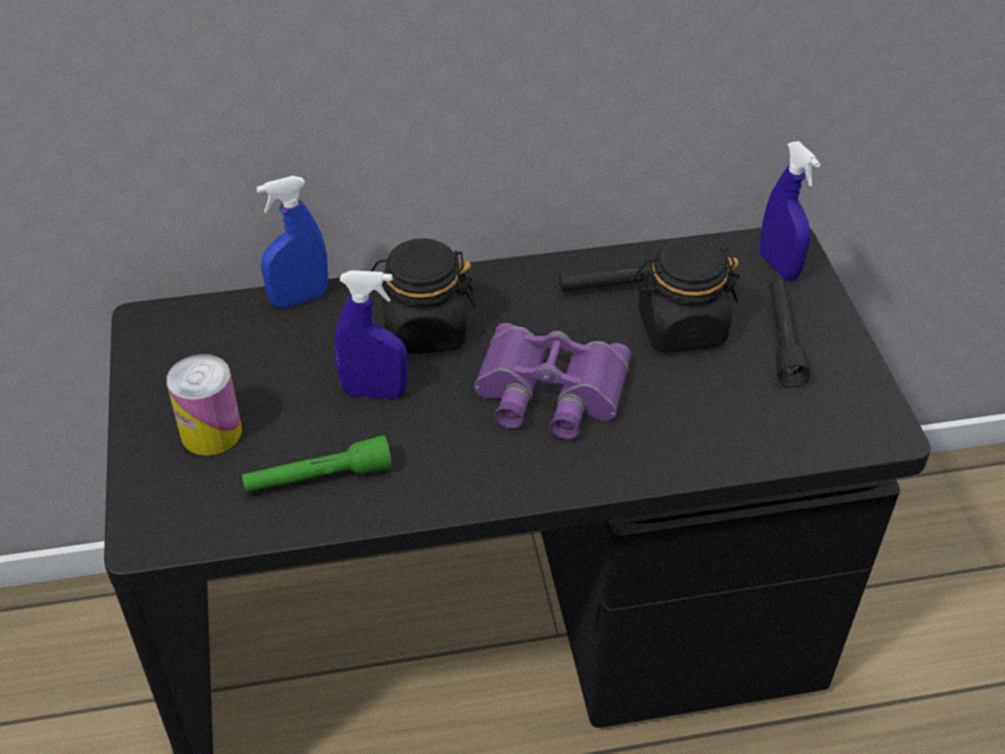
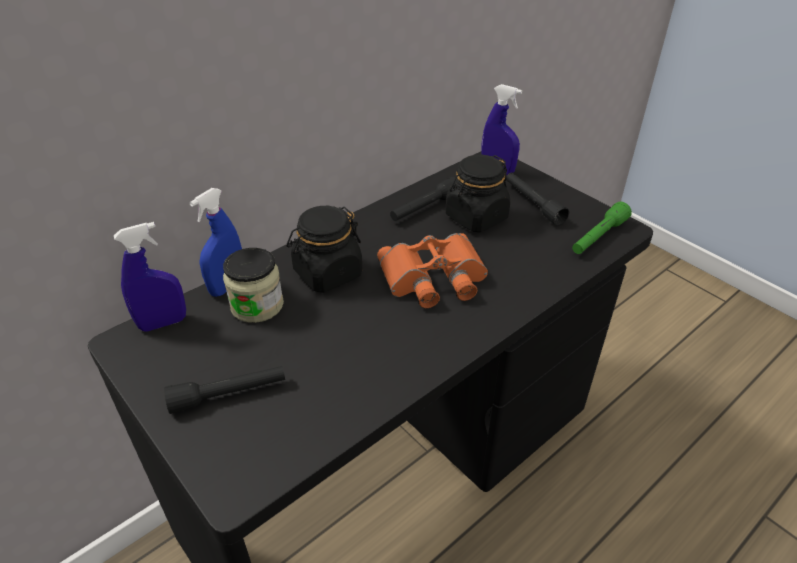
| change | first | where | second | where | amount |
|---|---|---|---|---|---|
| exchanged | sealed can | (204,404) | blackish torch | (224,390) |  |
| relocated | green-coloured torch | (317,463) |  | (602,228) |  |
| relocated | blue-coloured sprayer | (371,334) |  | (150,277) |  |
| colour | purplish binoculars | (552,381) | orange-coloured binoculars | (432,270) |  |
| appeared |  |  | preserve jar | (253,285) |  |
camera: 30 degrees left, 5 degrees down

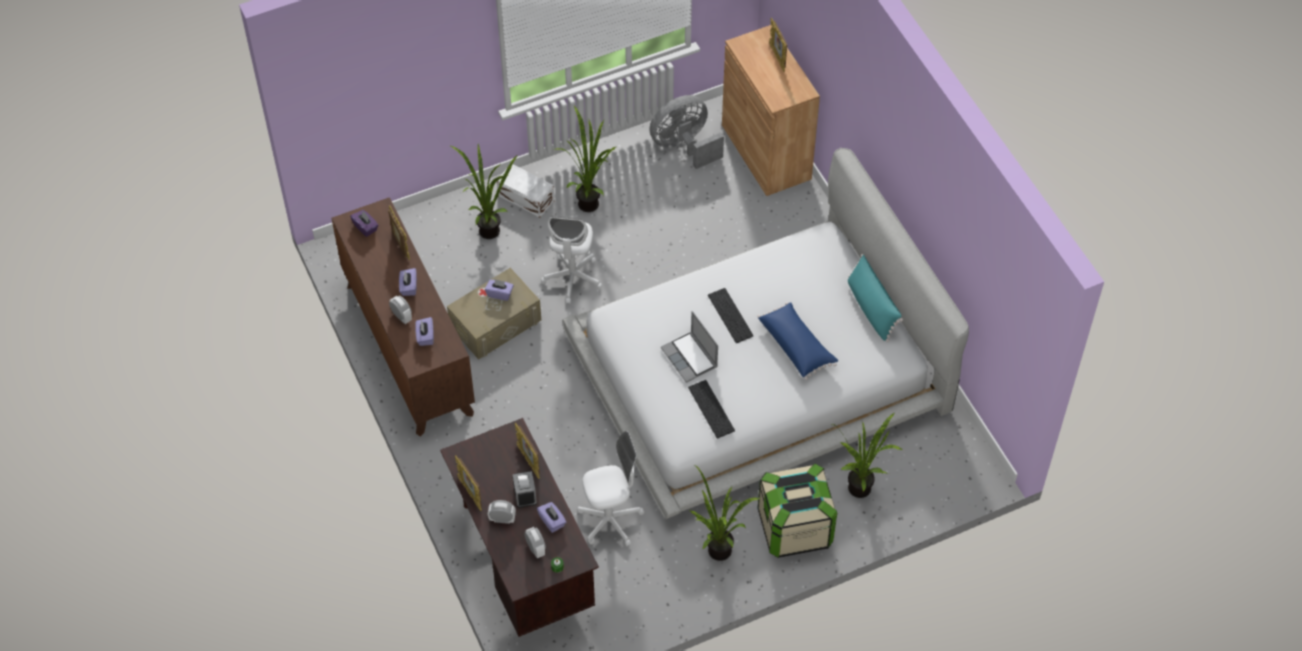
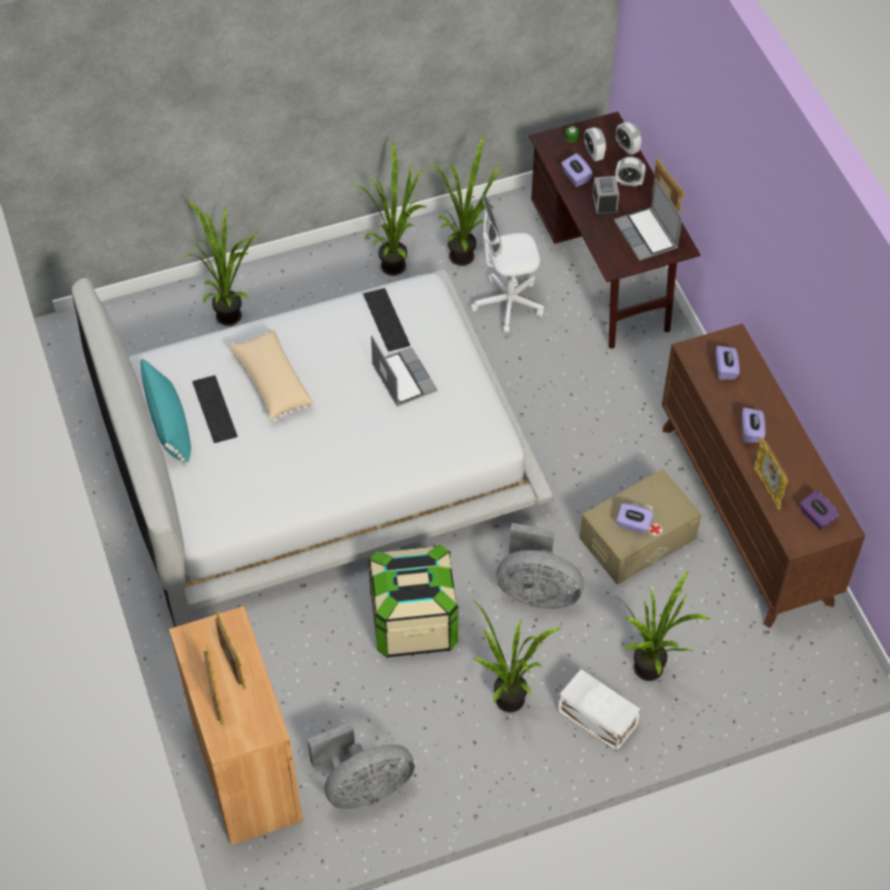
| change | first | where | second | where | amount |
|---|---|---|---|---|---|
| relocated | bedside clock | (400,310) |  | (629,138) |  |
| relocated | picture frame | (527,451) |  | (230,650) |  |
| exchanged | whitish computer chair | (572,260) | grey electric fan | (540,566) |  |
| relocated | PC keyboard | (730,315) |  | (214,409) |  |
| colour | blue-coloured cushion | (797,341) | sand-coloured cushion | (271,375) |  |
| relocated | storage container | (797,510) |  | (413,601) |  |
| appeared |  |  | plant in a pot | (466,201) |  |
| appeared |  |  | laptop | (648,219) |  |
camera: 175 degrees left, 0 degrees up

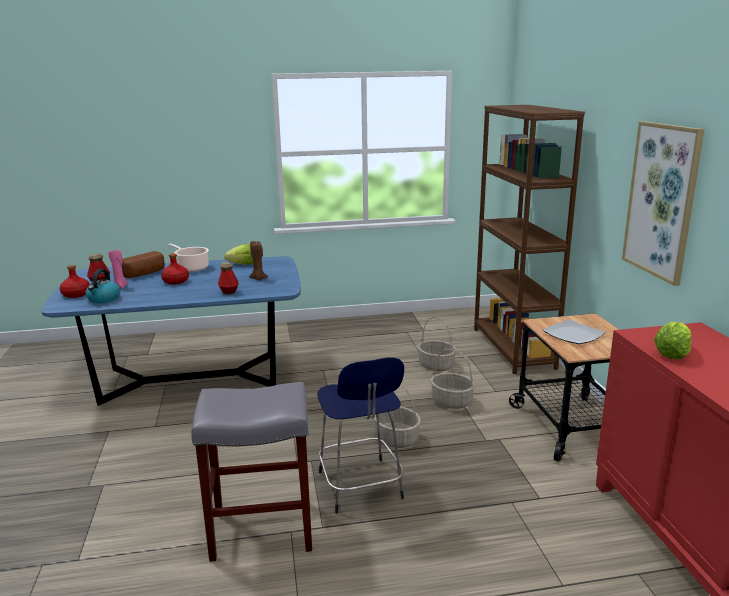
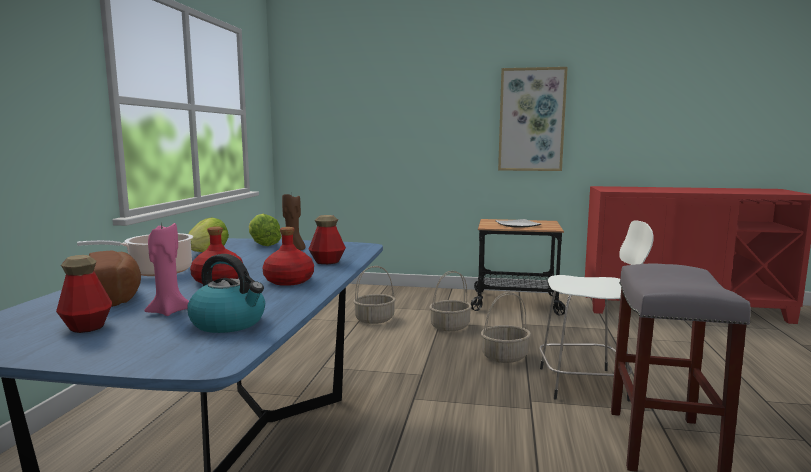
| change | first | where | second | where | amount |
|---|---|---|---|---|---|
| relocated | reddish drink bottle | (75,281) |  | (288,256) |  |
| colour | blue-coloured sitting stool | (360,435) | whitish sitting stool | (596,310) |  |
| missing | brown-coloured bookcase | (529,239) |  |  |  |
| relocated | lettuce head | (672,340) |  | (265,230) |  |
camera: 70 degrees left, 10 degrees down

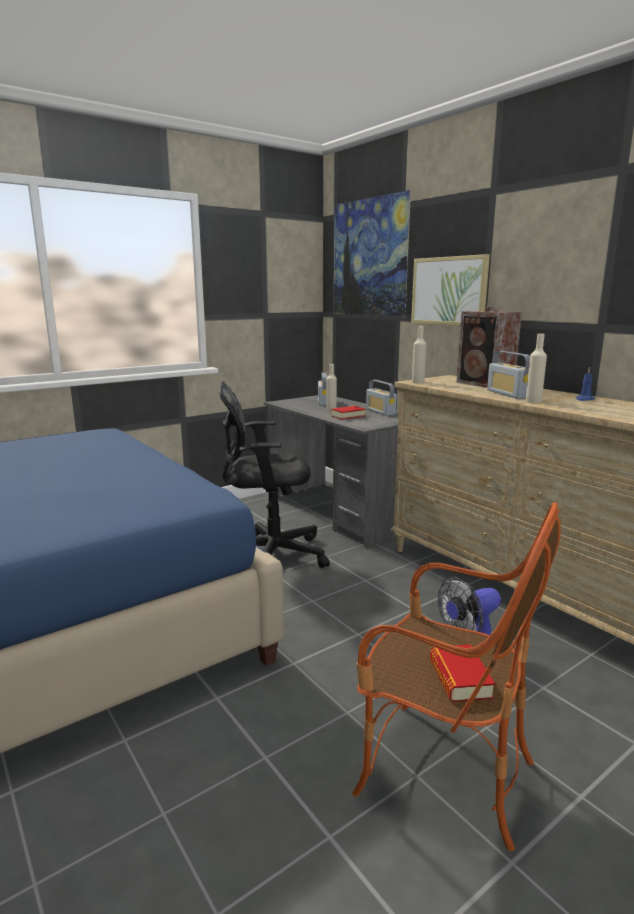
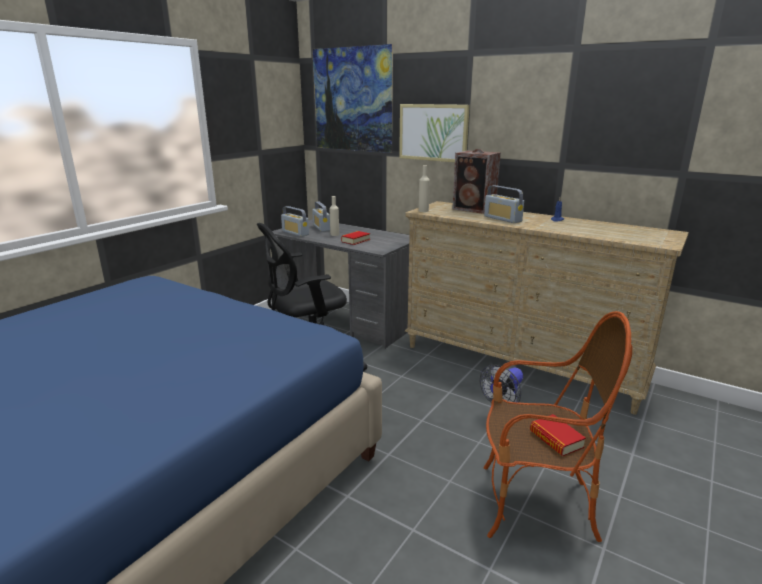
| change | first | where | second | where | amount |
|---|---|---|---|---|---|
| relocated | radio set | (381,398) |  | (295,221) |  |
| missing | sand-coloured drink bottle | (536,368) |  |  |  |
camera: 20 degrees left, 5 degrees up

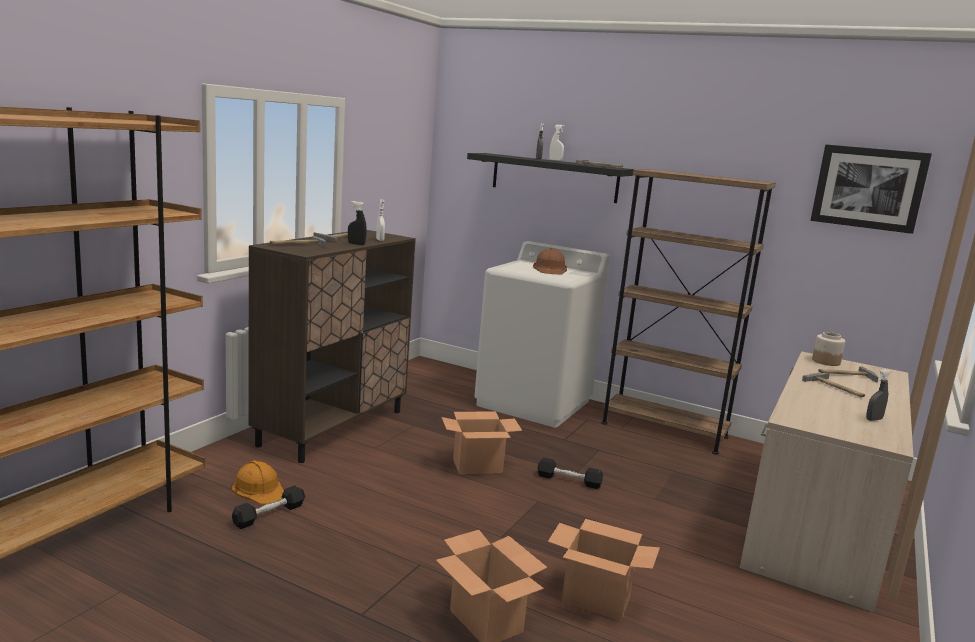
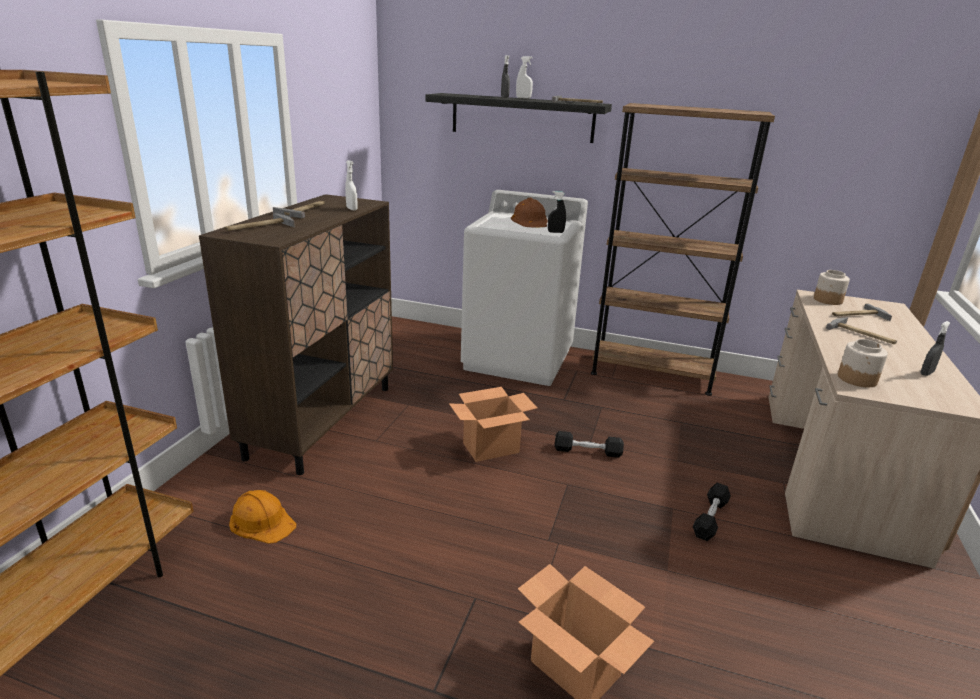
| change | first | where | second | where | amount |
|---|---|---|---|---|---|
| relocated | blackish hand weight | (268,507) |  | (712,512) |  |
| relocated | blackish sprayer | (357,223) |  | (557,212) |  |
| missing | cardboard box | (604,570) |  |  |  |
| missing | picture | (871,189) |  |  |  |
| appeared |  |  | preserve jar | (863,363) |  |
camera: 10 degrees left, 10 degrees up

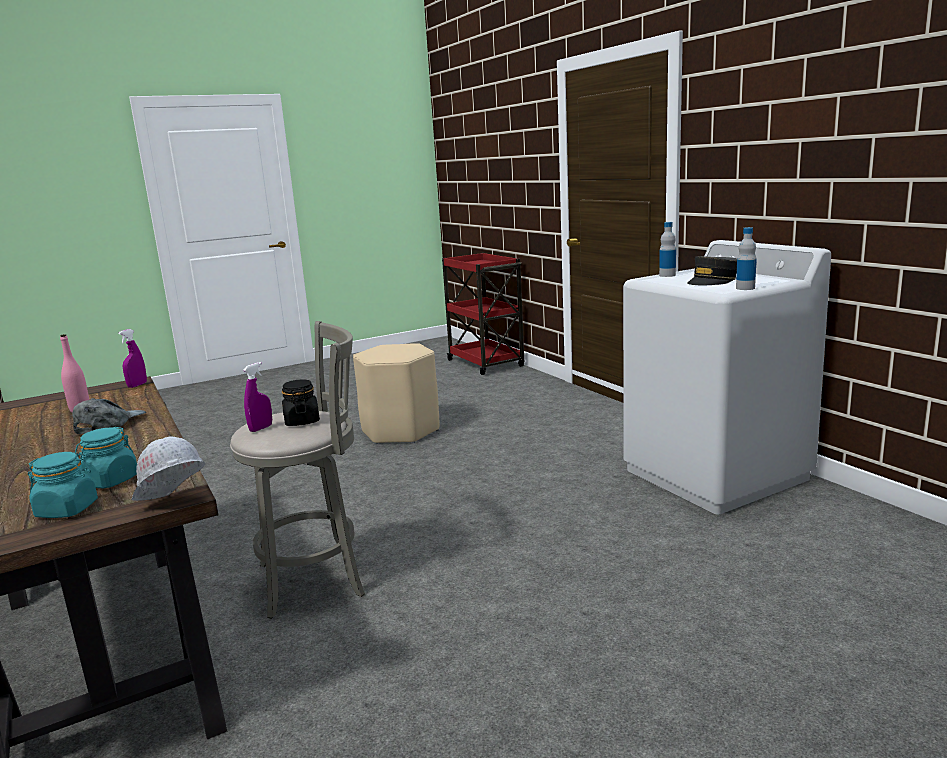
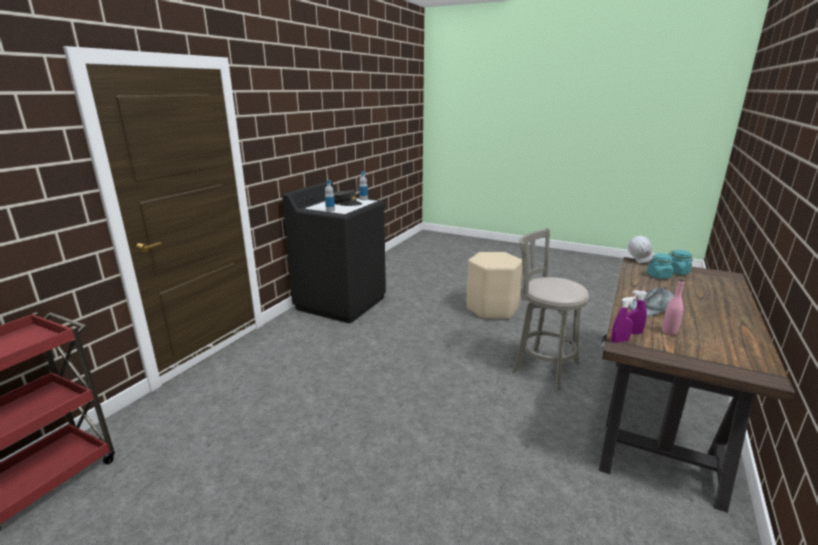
| change | first | where | second | where | amount |
|---|---|---|---|---|---|
| relocated | purplish sprayer | (257,397) |  | (637,312) |  |
| missing | blackish preserve jar | (301,402) |  |  |  |
| relocated | sand-coloured sitting stool | (396,394) |  | (495,285) |  |
| colour | whitish laundry machine | (727,377) | blackish laundry machine | (334,252) |  |
camera: 125 degrees left, 5 degrees up

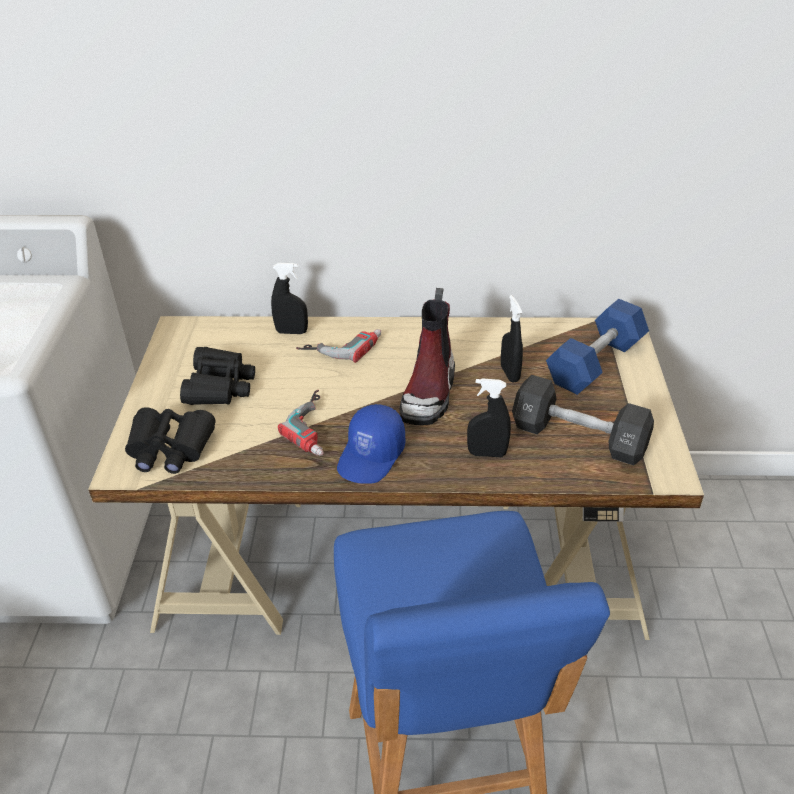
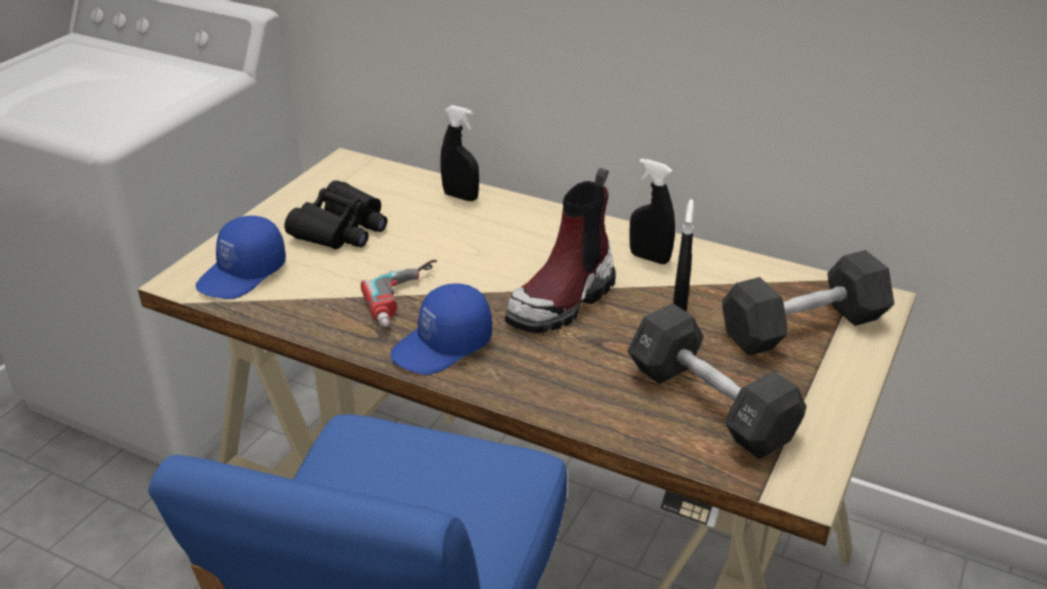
| change | first | where | second | where | amount |
|---|---|---|---|---|---|
| exchanged | blackish binoculars | (170,440) | blue-coloured cap | (241,257) |  |
| missing | electric drill | (338,346) |  |  |  |
| relocated | blackish sprayer | (489,417) |  | (652,211) |  |
| colour | blue-coloured hand weight | (597,347) | blackish hand weight | (808,303) |  |
camera: 25 degrees right, 5 degrees down

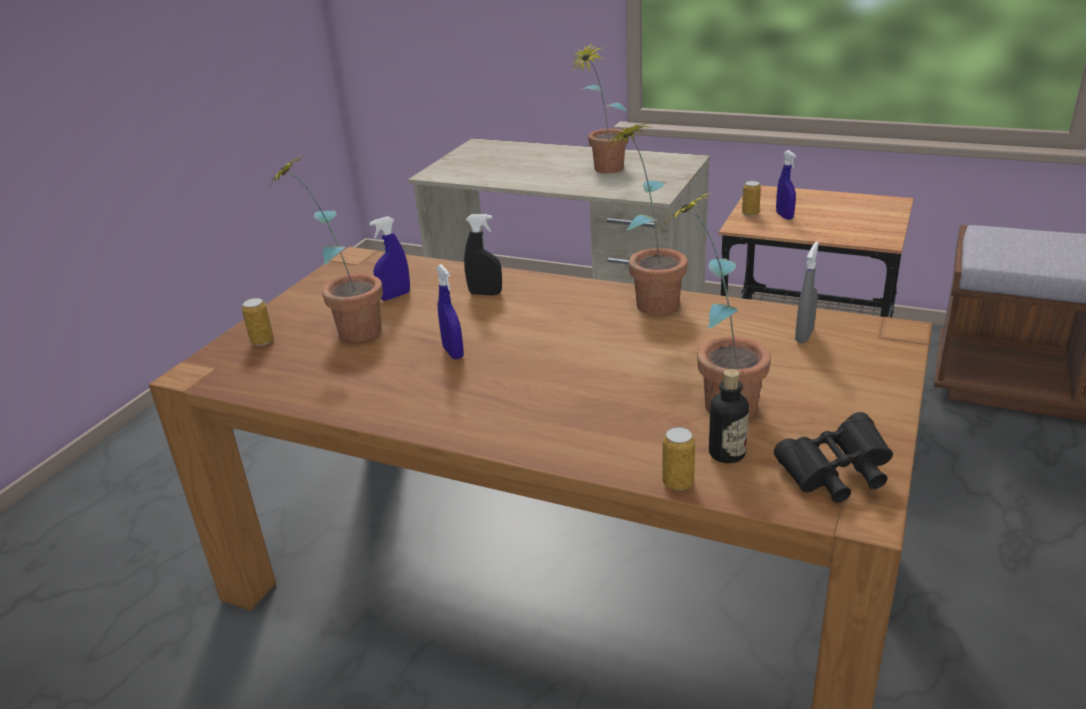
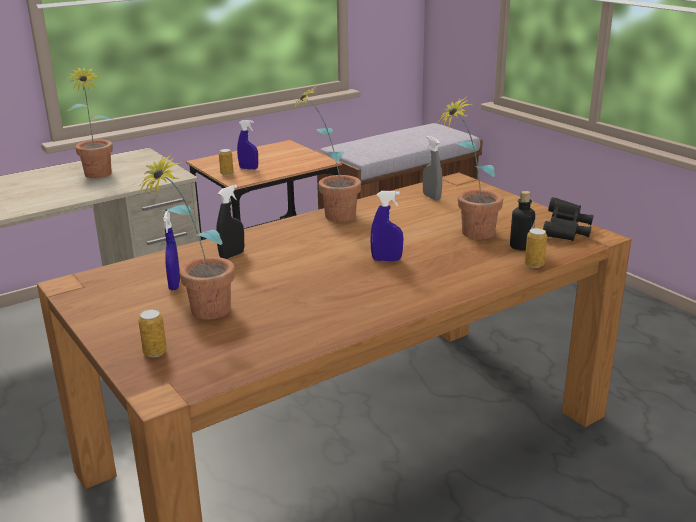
| change | first | where | second | where | amount |
|---|---|---|---|---|---|
| relocated | blue-coloured sprayer | (450,311) |  | (387,226) |  |
camera: 60 degrees left, 5 degrees down

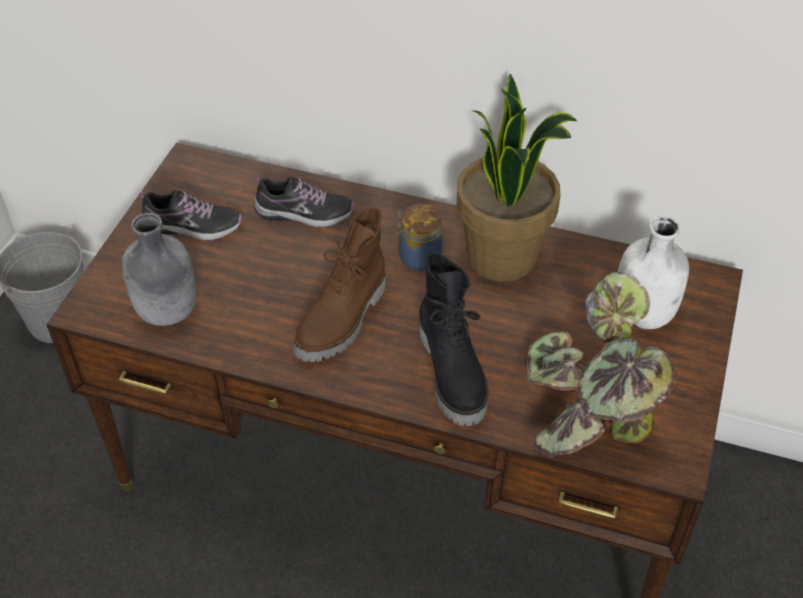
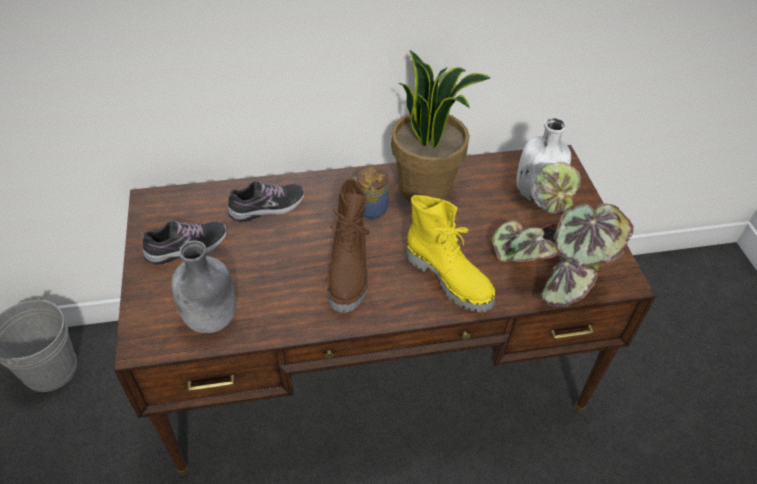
| change | first | where | second | where | amount |
|---|---|---|---|---|---|
| colour | blackish high-top boot | (454,339) | yellowish high-top boot | (450,253) |  |
camera: 30 degrees left, 0 degrees up

